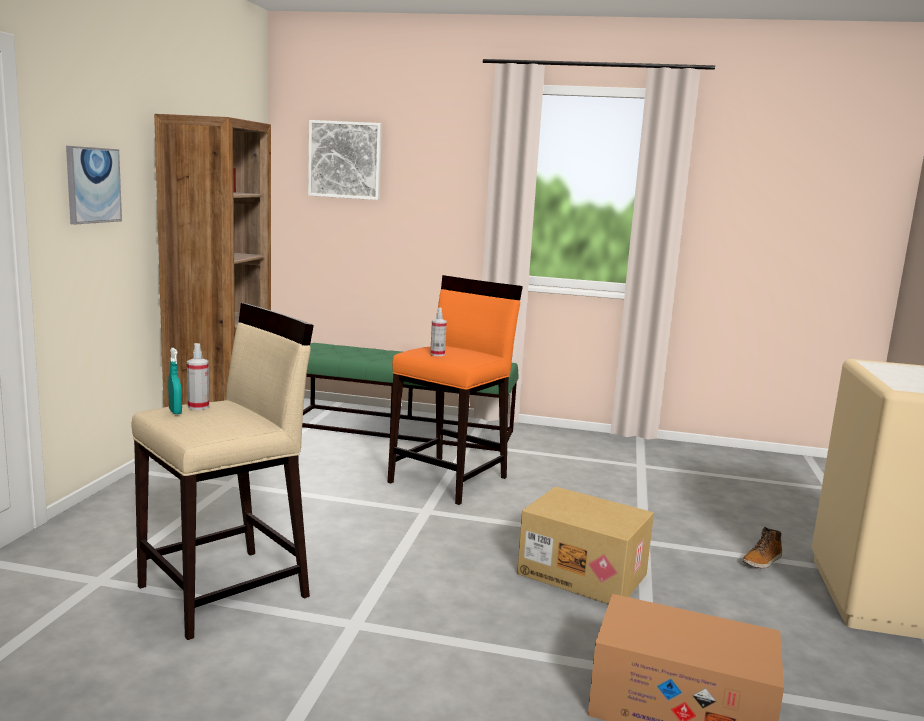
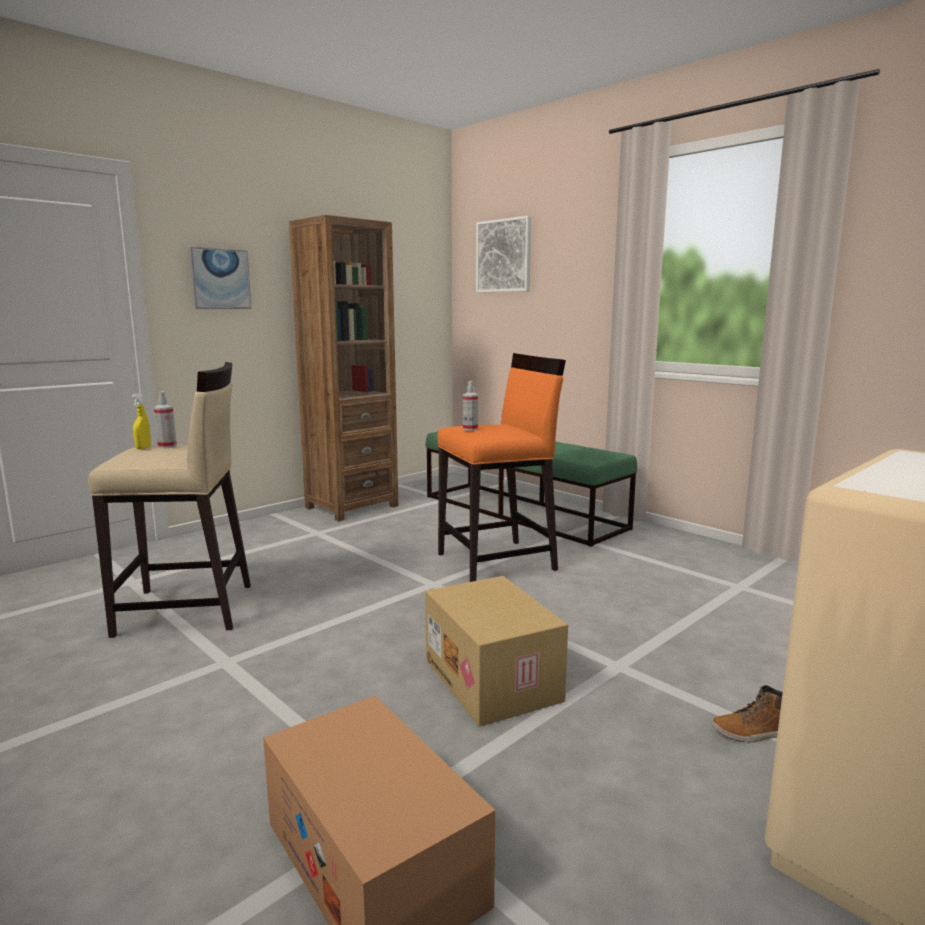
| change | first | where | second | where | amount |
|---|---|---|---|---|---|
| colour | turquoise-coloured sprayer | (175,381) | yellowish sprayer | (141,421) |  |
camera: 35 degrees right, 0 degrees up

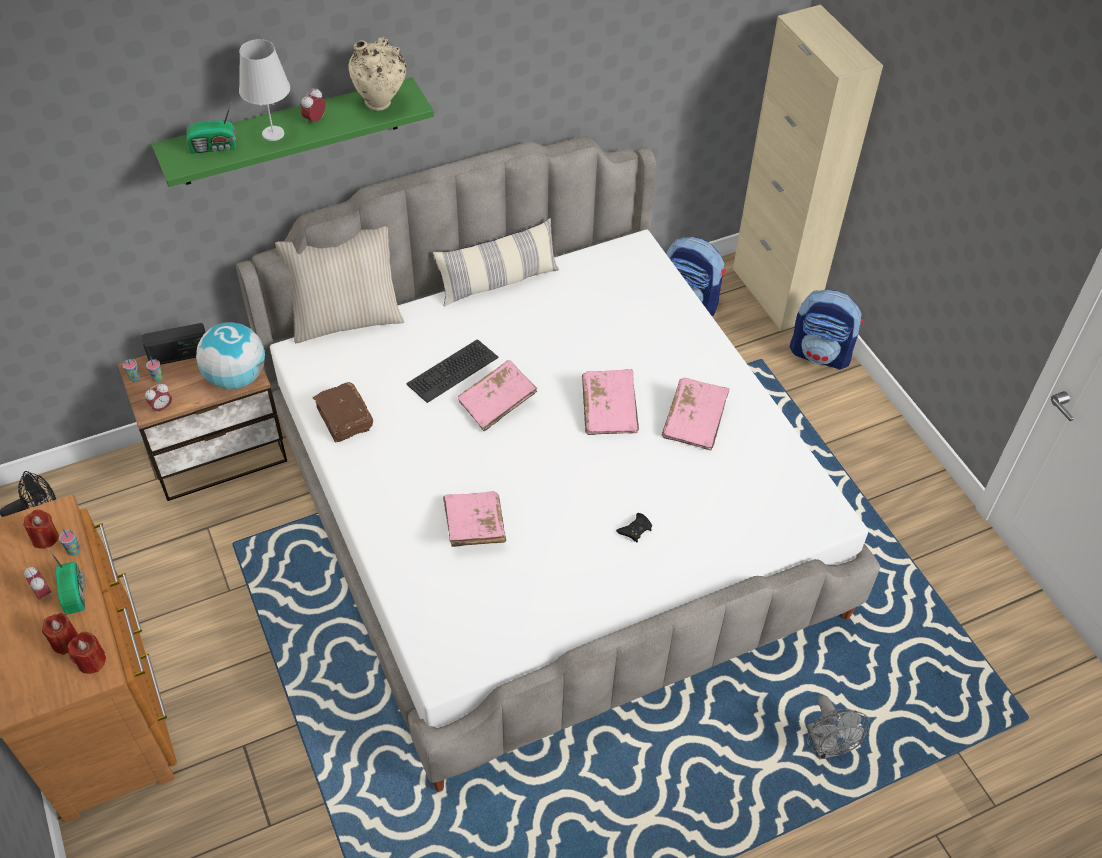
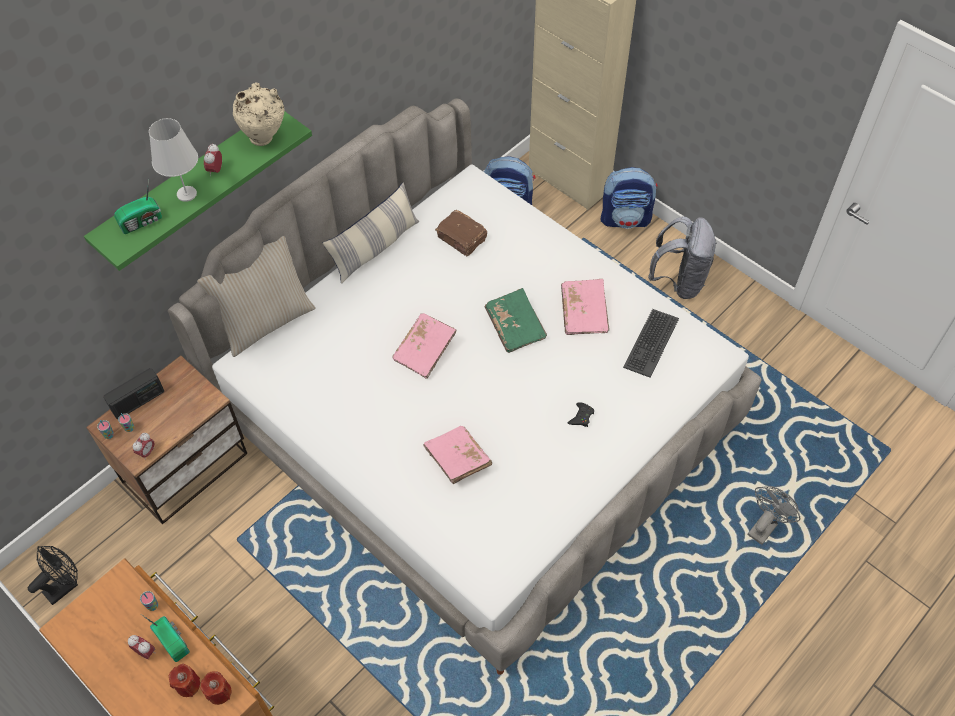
| change | first | where | second | where | amount |
|---|---|---|---|---|---|
| missing | reddish candle | (41,529) |  |  |  |
| missing | globe | (230,355) |  |  |  |
| relocated | brown-coloured volume | (343,412) |  | (461,233) |  |
| relocated | PC keyboard | (453,371) |  | (651,343) |  |
| colour | pinkish volume | (610,402) | green-coloured volume | (516,320) |  |
| spun | grey electric fan | (838,727) |  | (774,515) | 105 degrees counterclockwise |
| appeared |  |  | grey knapsack | (682,257) |  |
camera: 20 degrees left, 5 degrees up

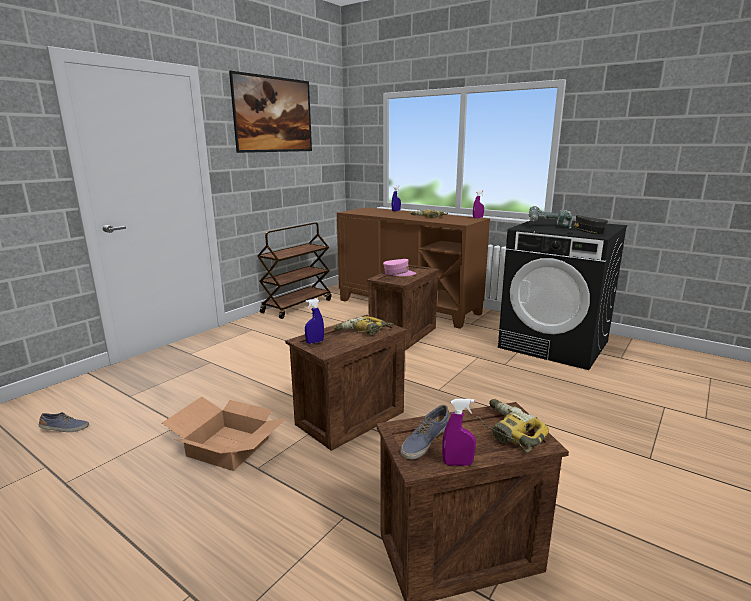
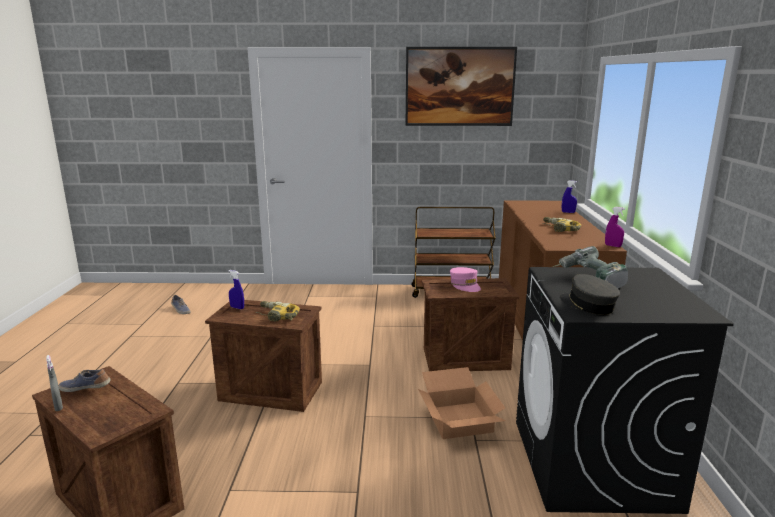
| change | first | where | second | where | amount |
|---|---|---|---|---|---|
| relocated | cardboard box | (225,434) |  | (461,403) |  |
| colour | purplish sprayer | (459,432) | grey sprayer | (54,383) |  |
| missing | electric drill | (513,426) |  |  |  |
camera: 55 degrees right, 0 degrees up

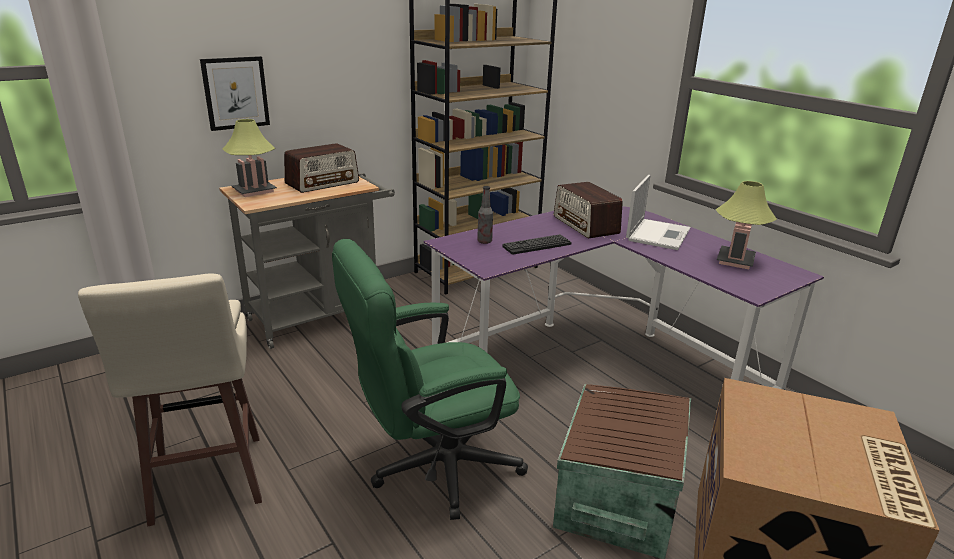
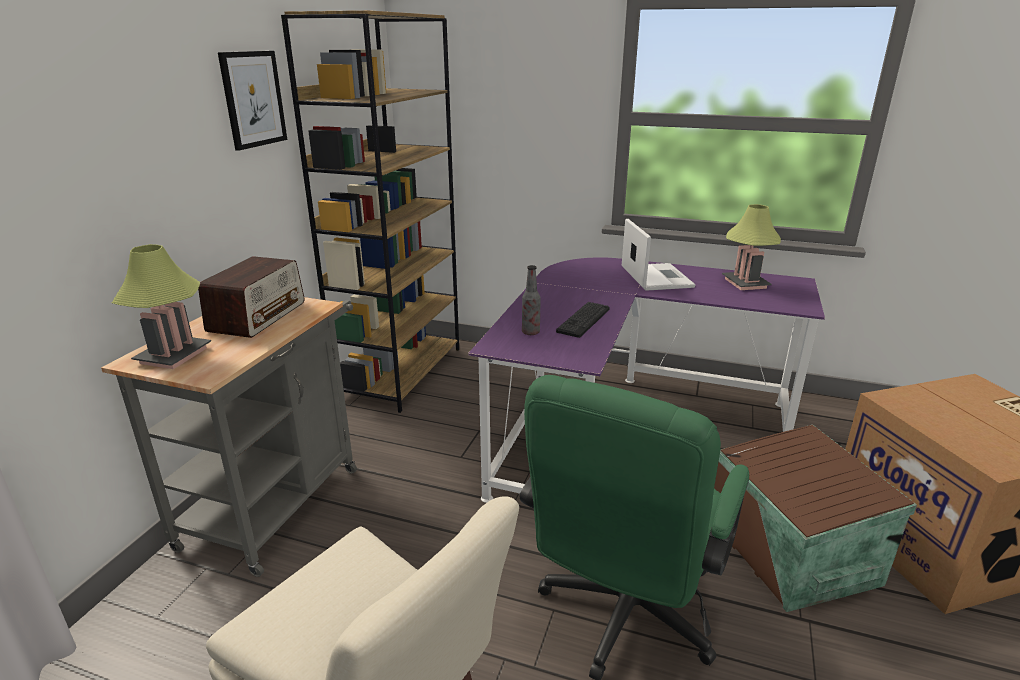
| change | first | where | second | where | amount |
|---|---|---|---|---|---|
| relocated | picture | (235,93) |  | (252,101) |  |
| missing | radio set | (588,210) |  |  |  |
camera: 35 degrees left, 0 degrees up

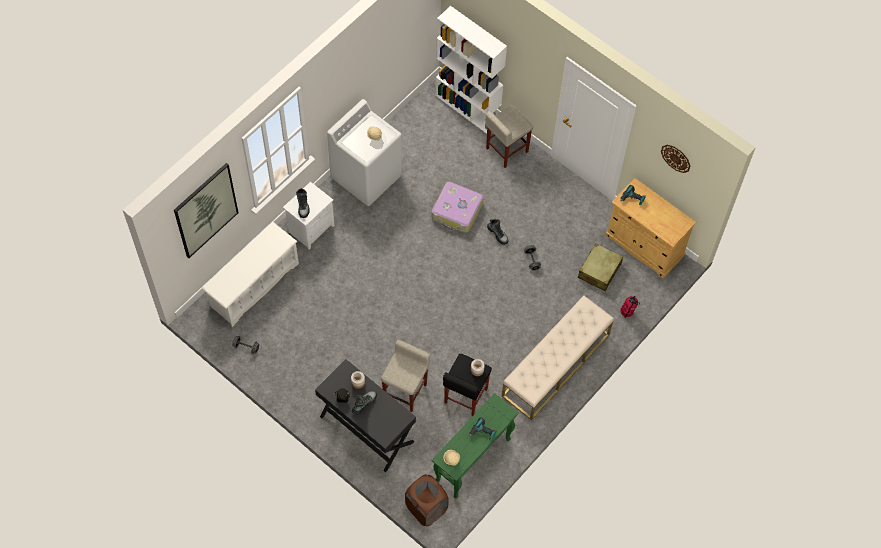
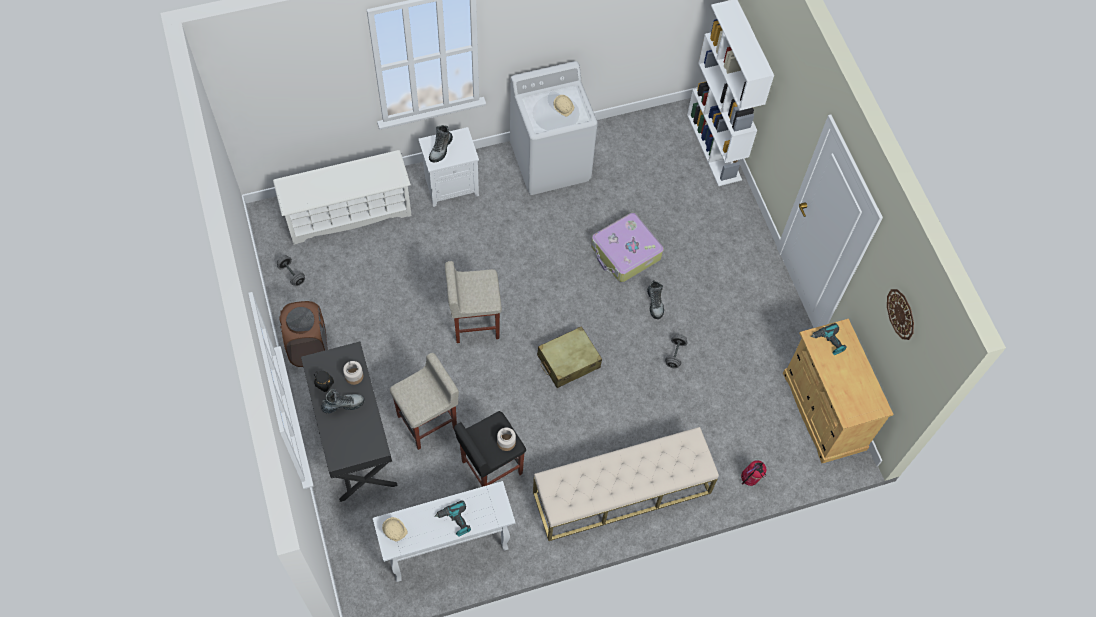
| change | first | where | second | where | amount |
|---|---|---|---|---|---|
| missing | picture | (206,210) |  |  |  |
| relocated | brown-coloured hamper | (427,500) |  | (304,334) |  |
| colour | green-coloured console table | (475,446) | whitish console table | (444,531) |  |
| relocated | sand-coloured sitting stool | (509,136) |  | (473,302) |  |
| relocated | sand-coloured suitcase | (600,267) |  | (569,357) |  |
camera: 30 degrees right, 0 degrees up

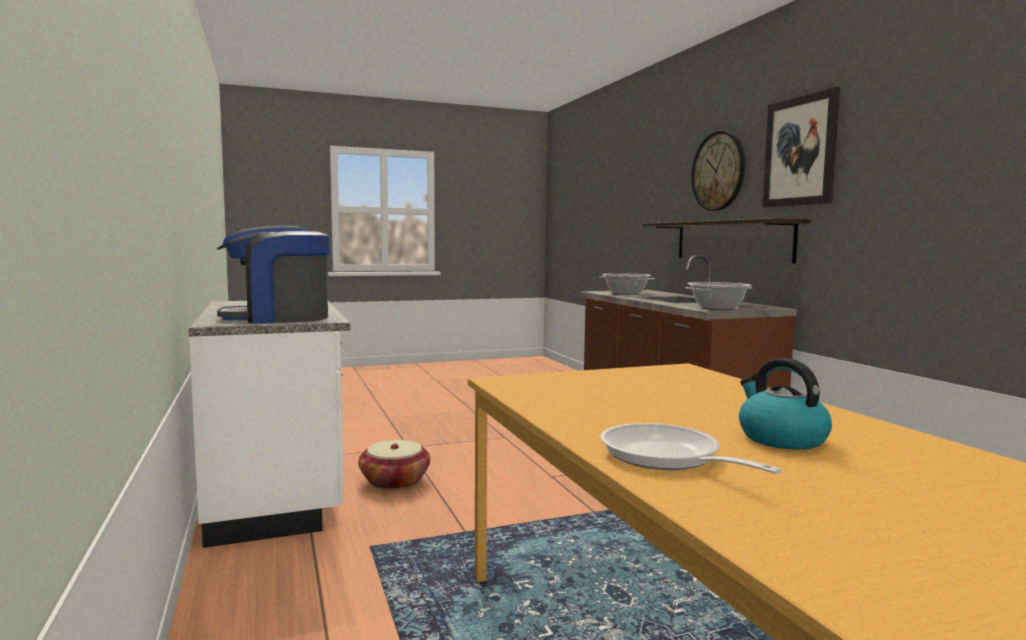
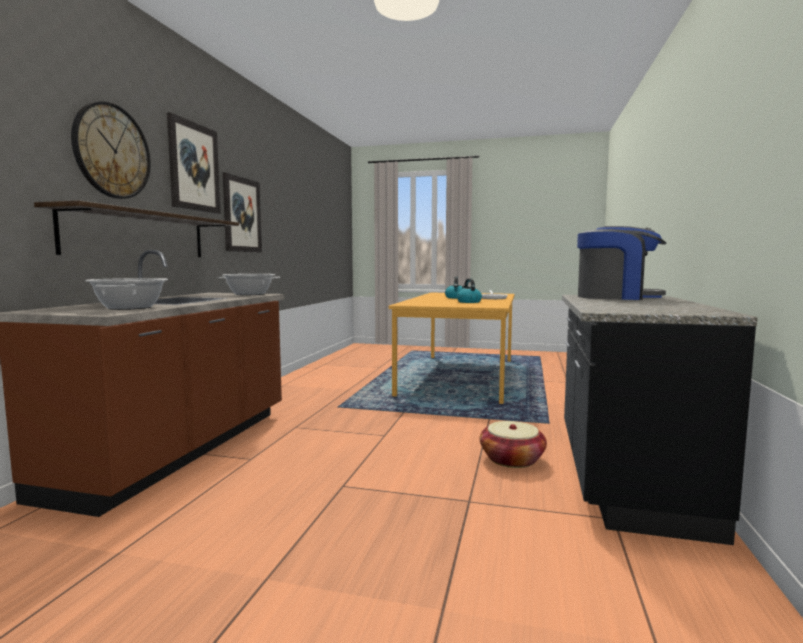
| change | first | where | second | where | amount |
|---|---|---|---|---|---|
| colour | whitish kitchen base unit | (269,424) | blackish kitchen base unit | (659,420) |  |
| appeared |  |  | picture | (242,212) |  |
| appeared |  |  | water kettle | (469,290) |  |
camera: 145 degrees left, 0 degrees up

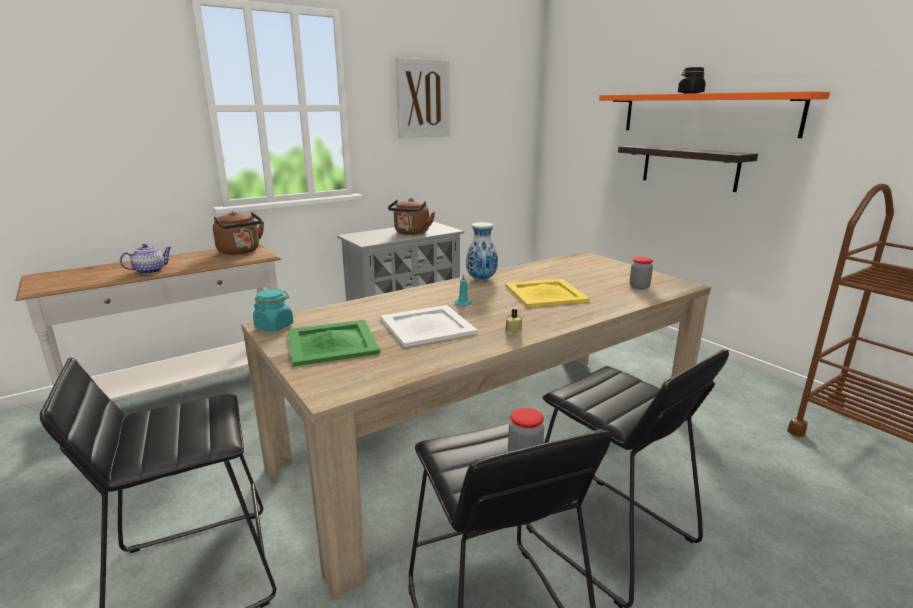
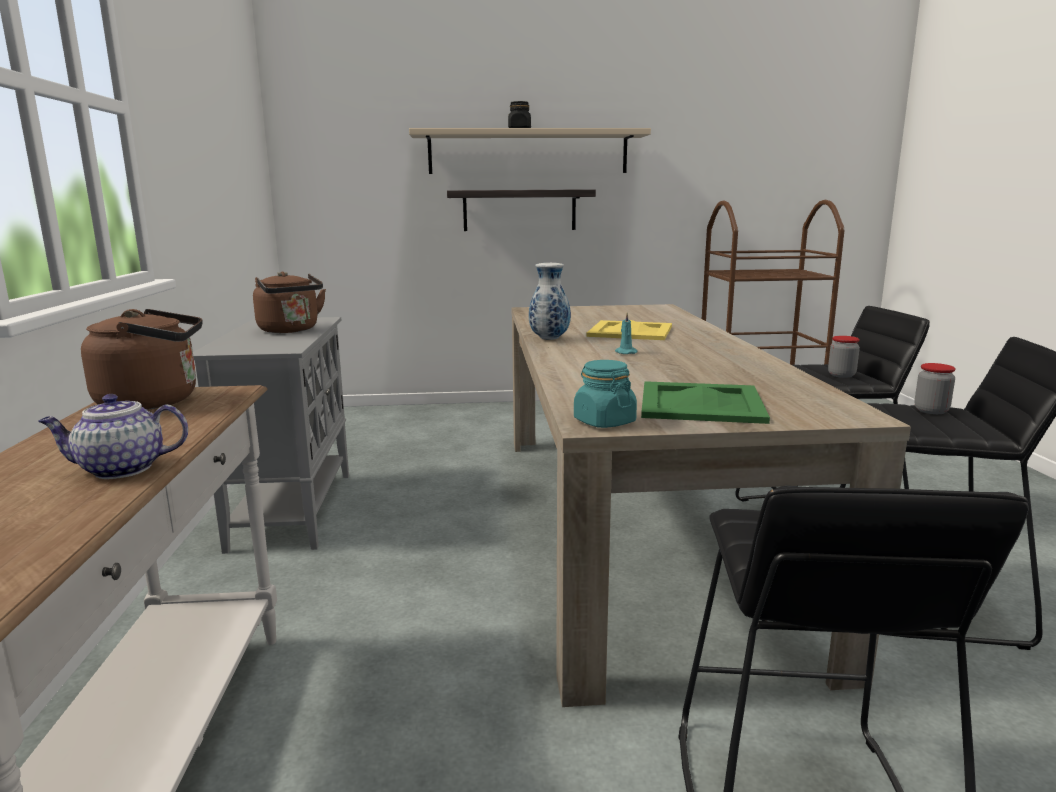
| change | first | where | second | where | amount |
|---|---|---|---|---|---|
| spun | teapot | (146,259) |  | (113,436) | 90 degrees counterclockwise |
| missing | whitish tray | (429,326) |  |  |  |
| missing | picture | (422,98) |  |  |  |
| missing | sand-coloured candle | (514,322) |  |  |  |
| colour | orange-coloured wall shelf | (714,114) | sand-coloured wall shelf | (530,151) |  |
| relocated | preserve jar | (641,273) |  | (844,357) |  |
camera: 60 degrees left, 5 degrees down

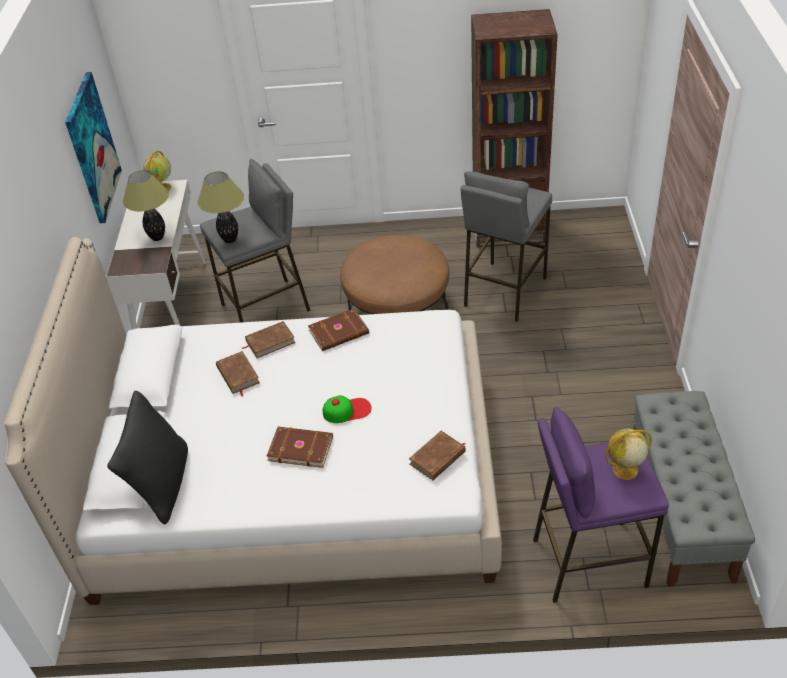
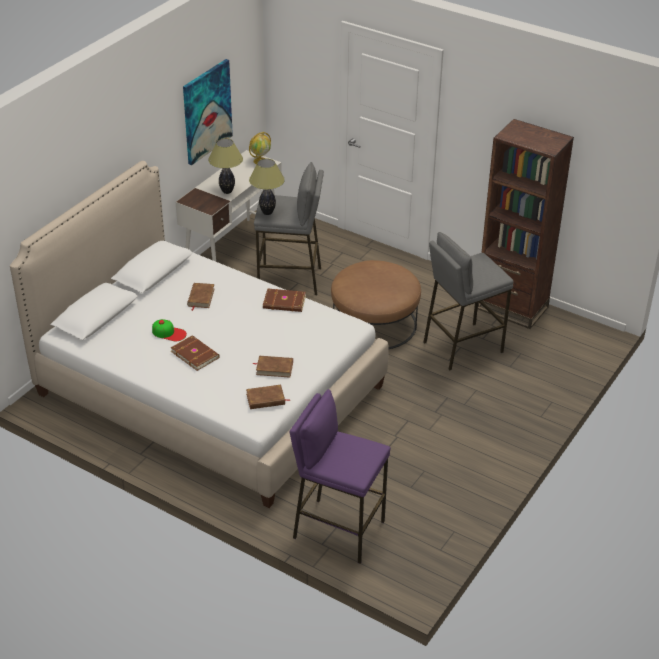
| change | first | where | second | where | amount |
|---|---|---|---|---|---|
| missing | blackish cushion | (147,457) |  |  |  |
| relocated | brown-coloured volume | (269,339) |  | (273,367) |  |
| relocated | cap | (347,409) |  | (169,330) |  |
| missing | globe | (628,454) |  |  |  |
| missing | grey long seat | (694,489) |  |  |  |
camera: 30 degrees right, 5 degrees down

